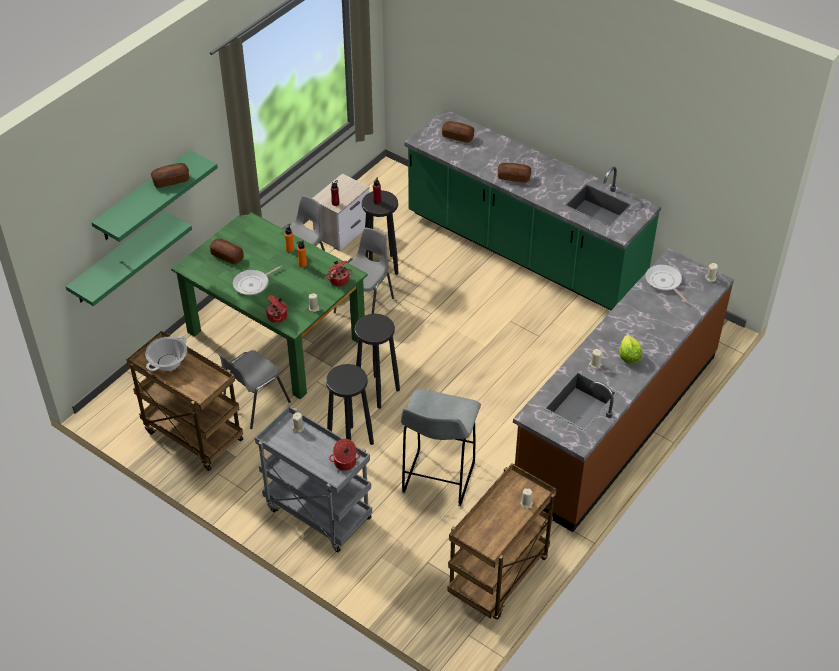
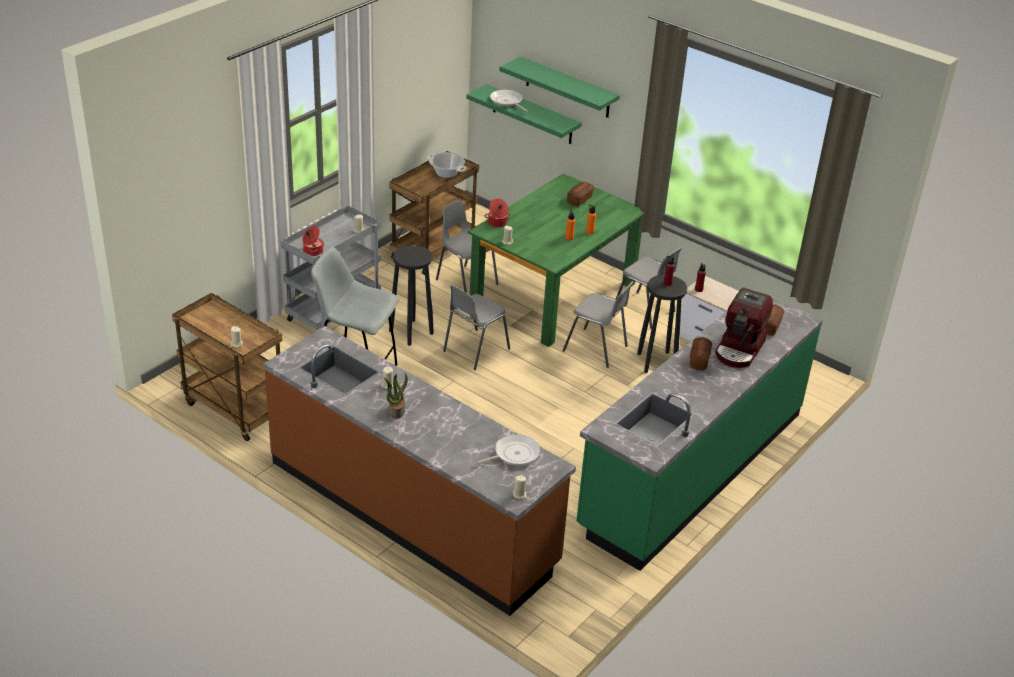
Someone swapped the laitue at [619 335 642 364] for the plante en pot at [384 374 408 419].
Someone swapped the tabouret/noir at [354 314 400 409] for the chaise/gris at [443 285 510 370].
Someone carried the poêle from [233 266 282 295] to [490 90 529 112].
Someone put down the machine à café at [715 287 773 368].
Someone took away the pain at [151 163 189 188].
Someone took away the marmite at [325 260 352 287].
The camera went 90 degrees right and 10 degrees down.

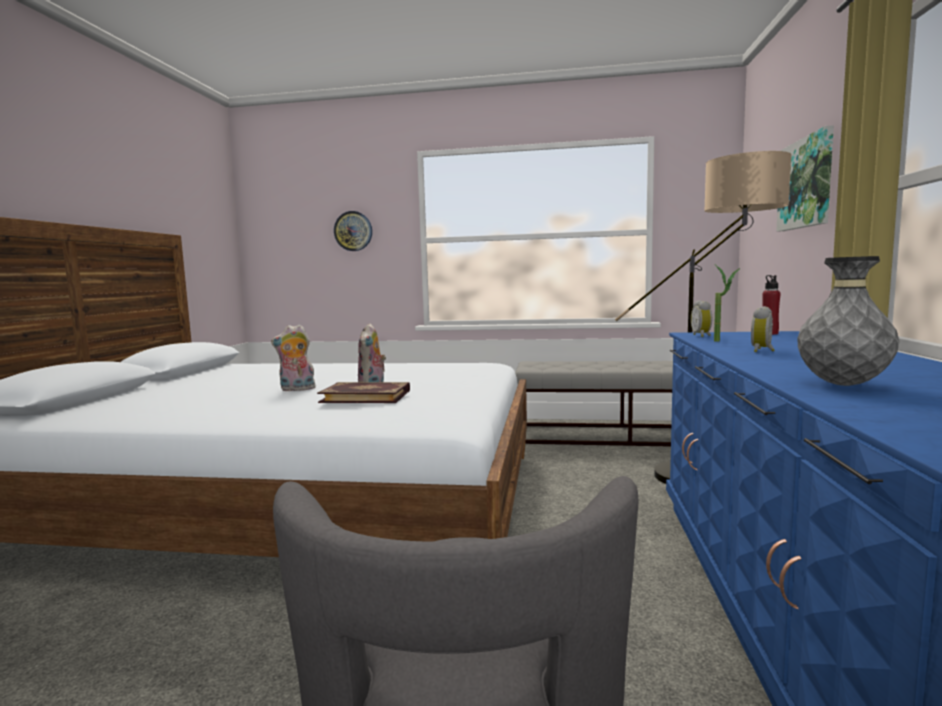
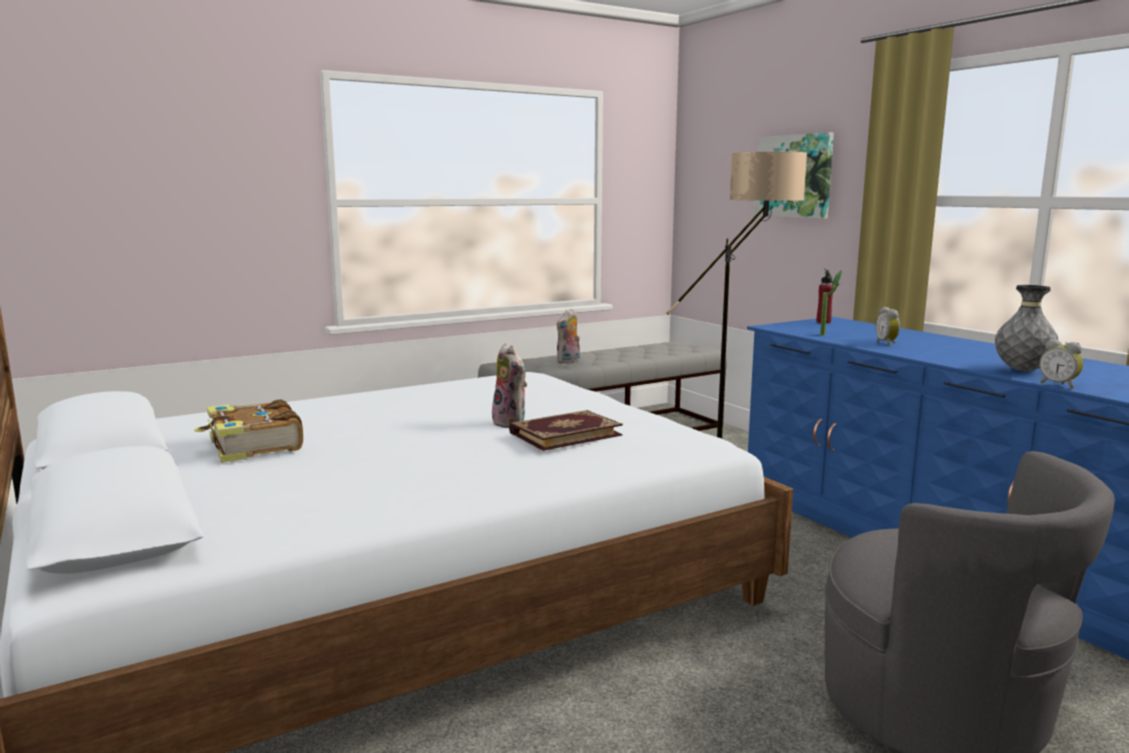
Someone put down the livre at [194 399 303 463].
Someone carried the peluche from [271 324 316 391] to [557 309 580 364].
Someone carried the réveil from [691 300 712 337] to [1039 339 1083 389].
Someone took away the horloge murale at [334 211 372 251].
The camera went 40 degrees left and 5 degrees up.

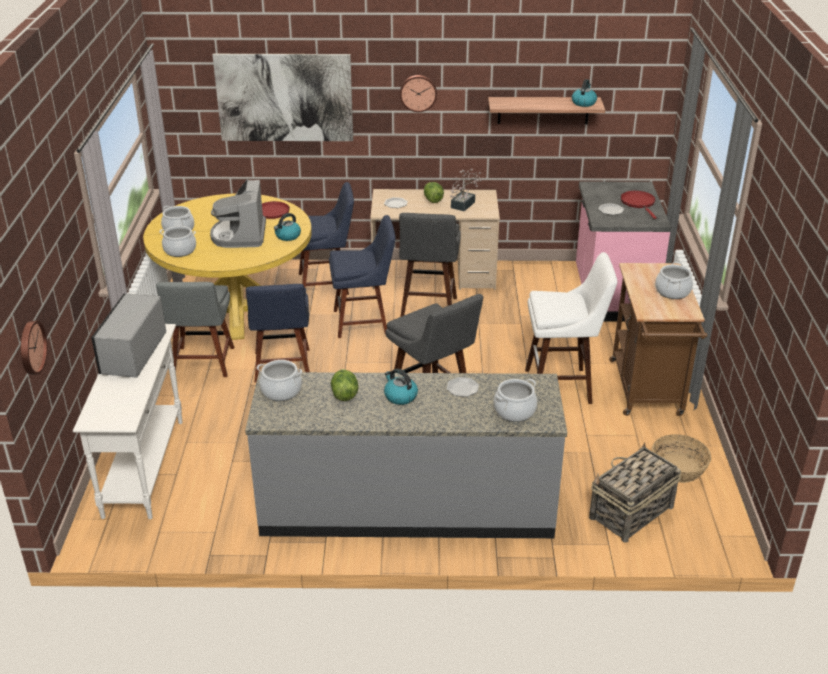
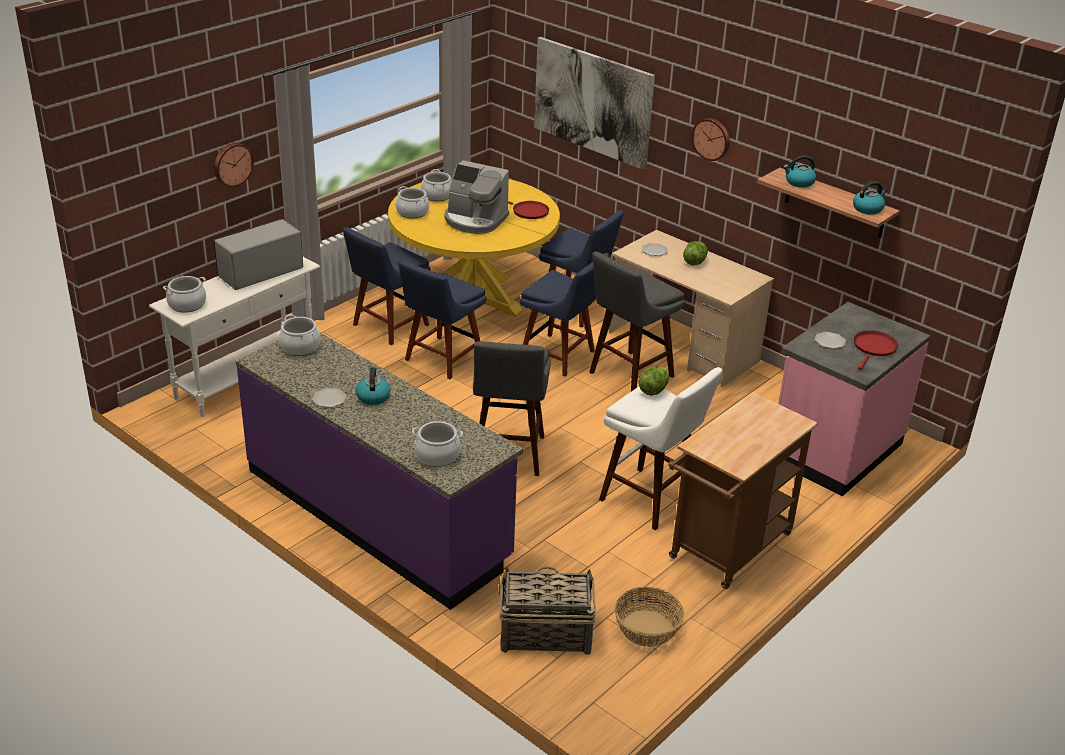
Someone carried the marmite from [655 262 693 299] to [163 276 206 313].
Someone carried the horloge murale from [21 321 48 375] to [214 143 254 187].
Someone repainted the comptoir de cuisine/gris at [245 372 567 538], which became the comptoir de cuisine/violet at [236 333 523 610].
Someone carried the assiette from [446 377 479 397] to [312 388 347 408].
Someone repainted the chaise/gris at [156 282 234 377], which became the chaise/bleu at [343 227 431 345].
Someone rotated the machine à café at [210 179 266 248] by 105 degrees counterclockwise.
Someone carried the laitue from [331 369 359 401] to [638 366 669 396].
Someone carried the bouilloire from [274 213 301 241] to [783 155 816 188].
Someone took away the plante en pot at [450 169 481 211].
The camera went 40 degrees right and 0 degrees up.

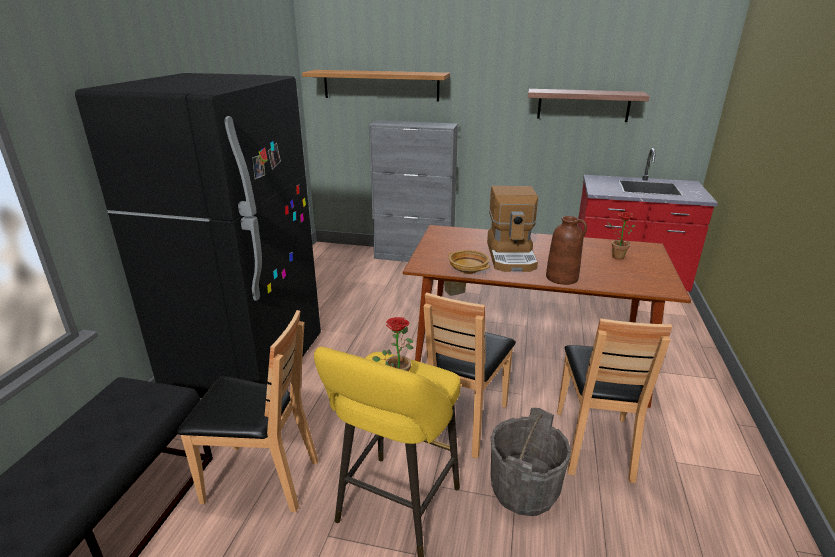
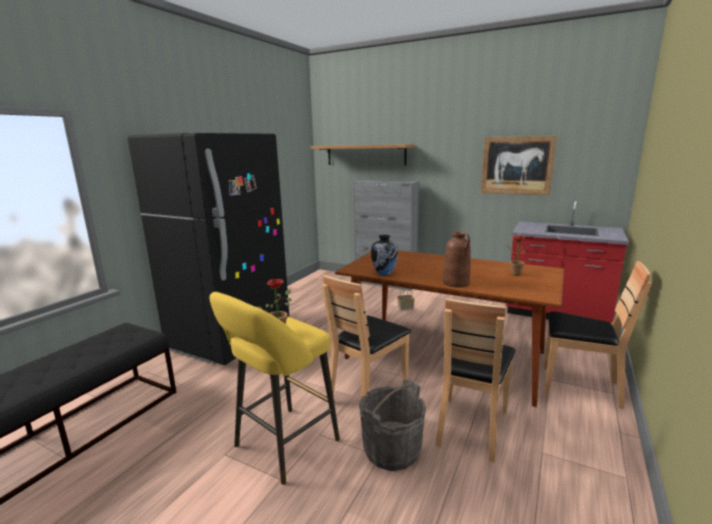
Someone swapped the bol/beige at [449 250 490 274] for the vase at [371 235 398 276].
Someone swapped the étagère at [528 89 650 122] for the tableau at [481 136 557 196].
Someone carried the chaise/marron from [177 310 318 512] to [543 261 652 409].
Someone took away the machine à café at [487 186 538 272].
The camera went 15 degrees right and 10 degrees down.

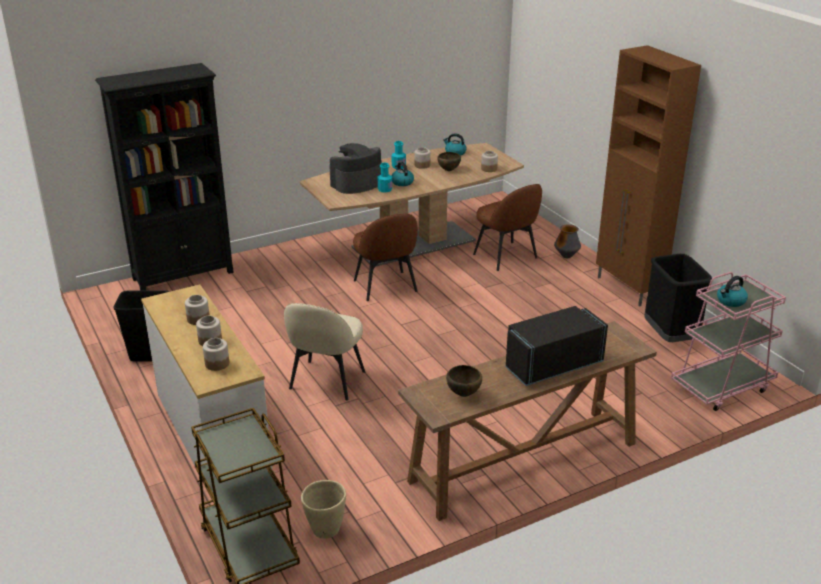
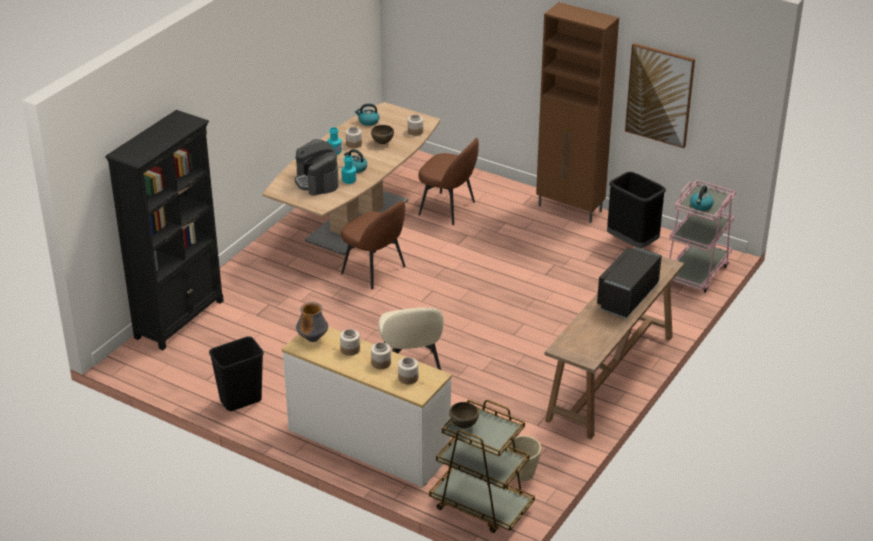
Someone rotated the machine à café at [329 143 382 194] by 45 degrees counterclockwise.
Someone carried the vase from [554 224 581 258] to [296 302 328 342].
Someone carried the bol/marron from [446 365 482 397] to [449 402 479 429].
Someone put up the tableau at [625 43 695 148].
The camera went 30 degrees left and 5 degrees up.

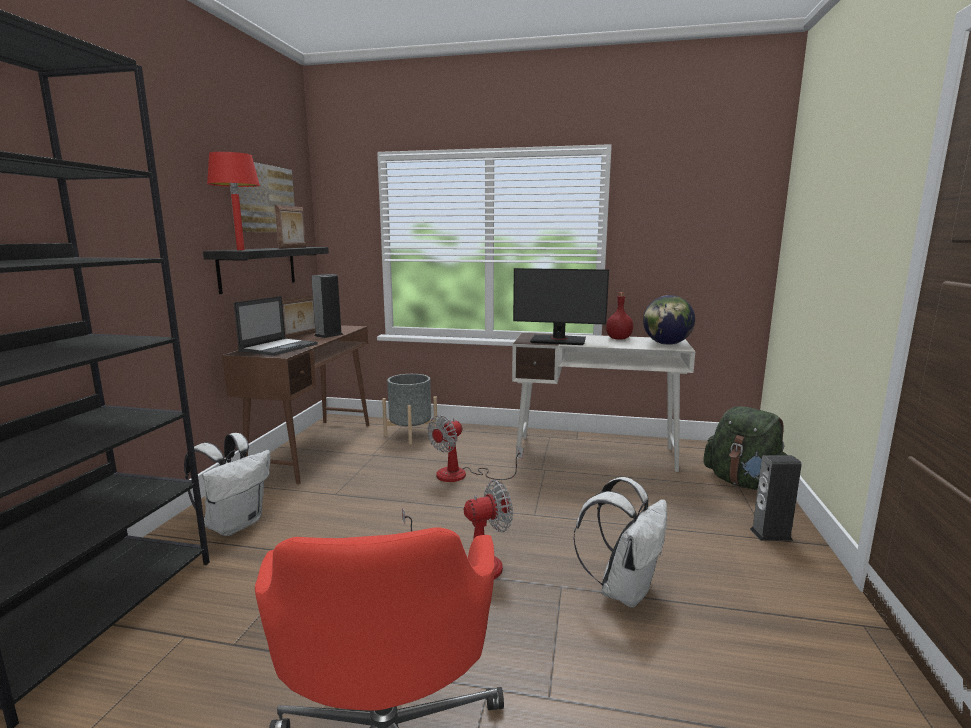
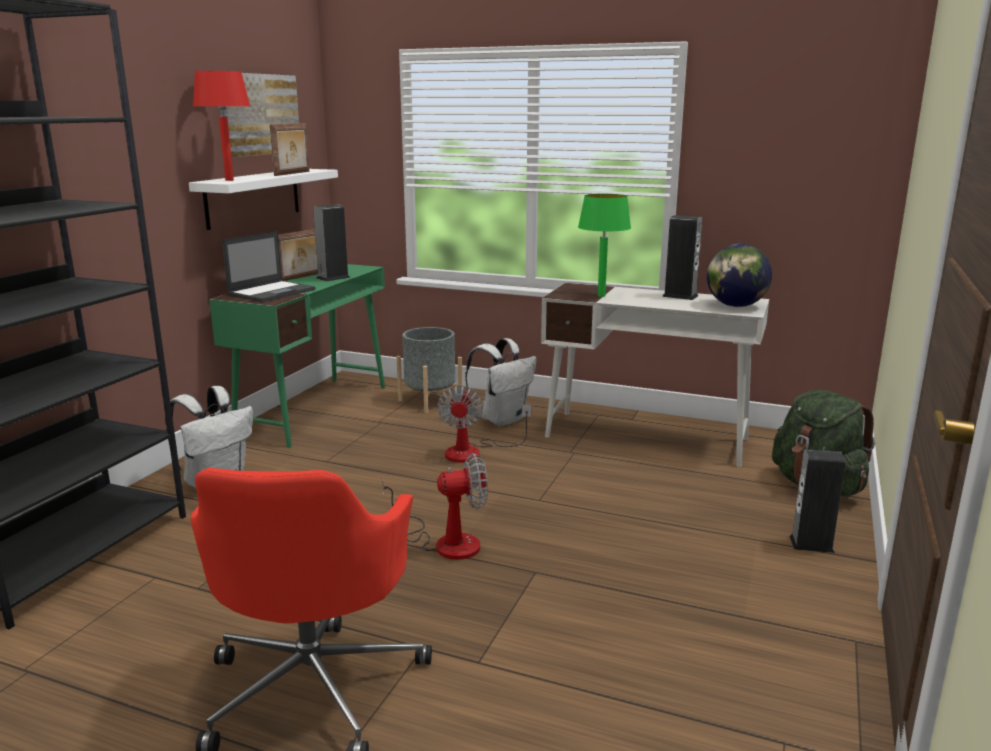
Someone repainted the étagère/noir at [203 247 329 294], which became the étagère/blanc at [189 169 338 230].
Someone repainted the bureau/marron at [222 325 369 484], which became the bureau/vert at [209 264 385 448].
Someone rotated the ventilateur at [427 415 523 482] by 45 degrees counterclockwise.
Someone carried the sac à dos/blanc from [573 477 667 608] to [465 338 537 427].
Someone swapped the écran d'ordinateur at [513 268 609 345] for the lampe de table/vert at [578 194 631 297].
Someone swapped the bouteille/rouge at [606 292 633 340] for the enceinte at [662 215 703 300].
The camera went 10 degrees right and 5 degrees up.

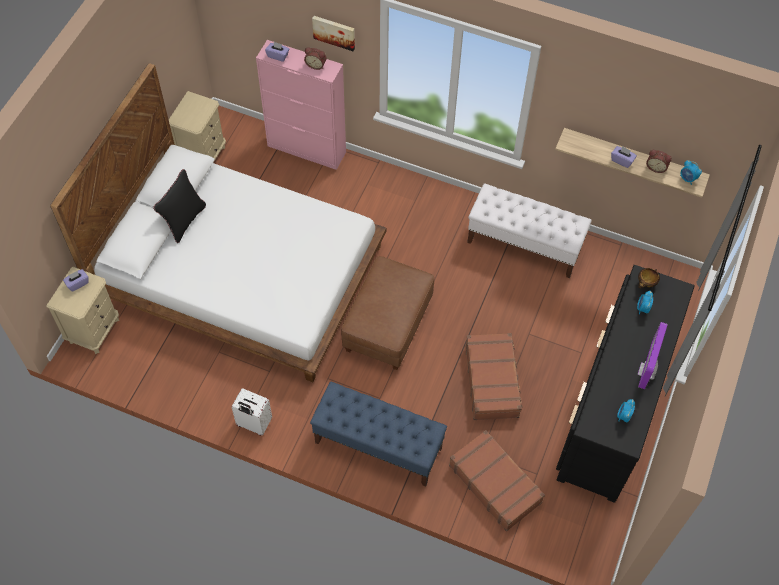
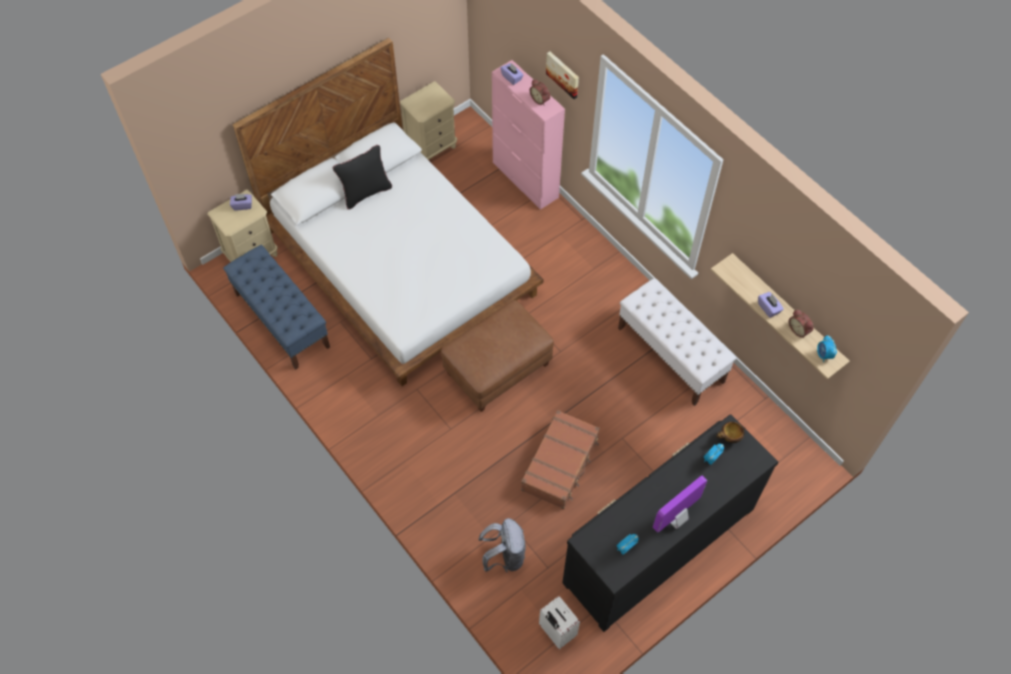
Someone carried the banc/bleu from [310 381 447 487] to [223 245 330 370].
Someone swapped the valise/marron at [449 430 545 532] for the sac à dos/gris at [479 518 526 573].
Someone carried the valise/blanc from [232 388 272 435] to [539 596 580 649].
The camera went 30 degrees right and 0 degrees up.

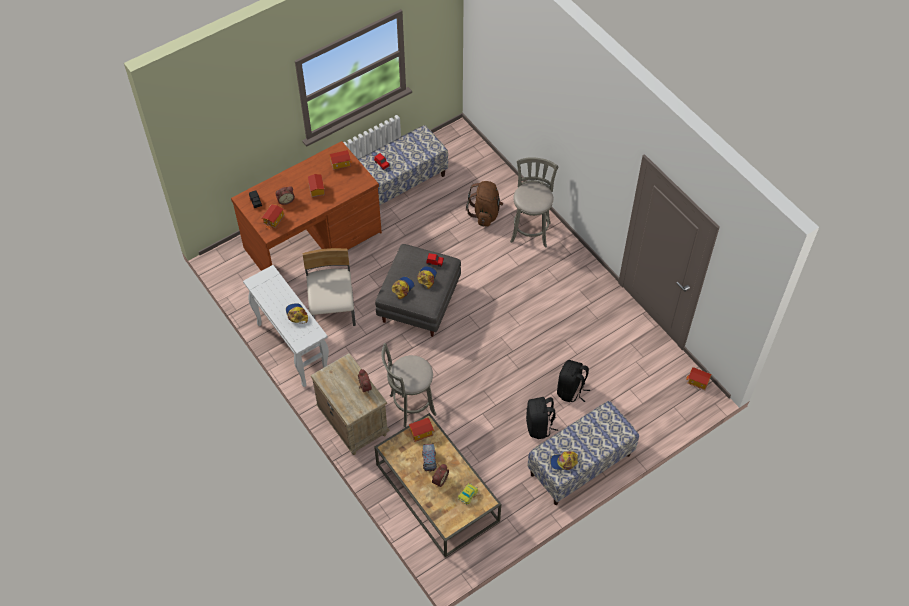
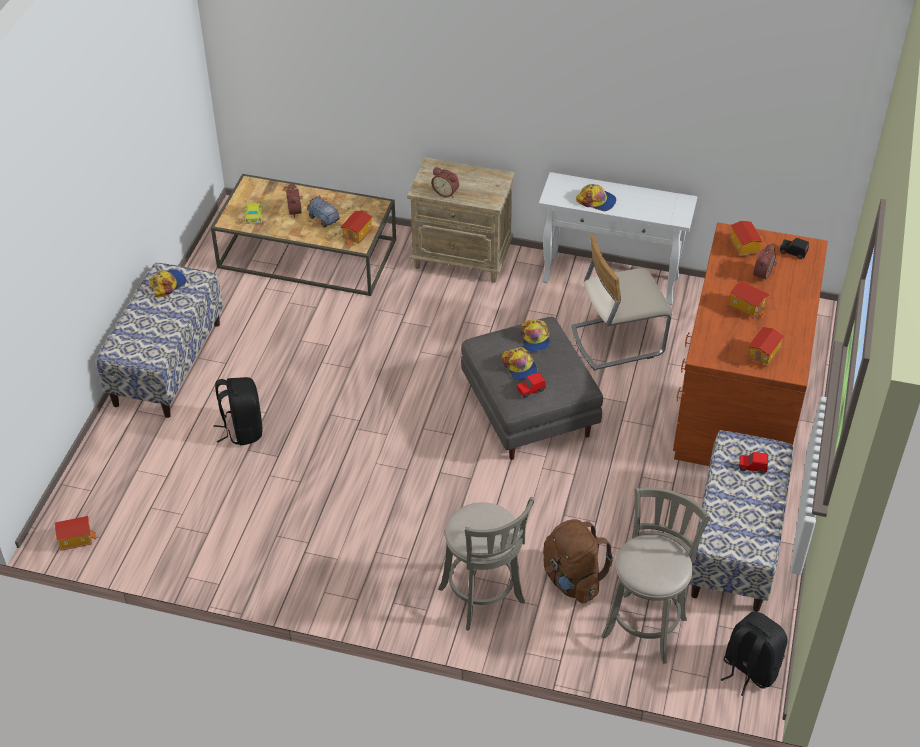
Someone rotated the chaise/beige at [303 248 356 326] by 120 degrees clockwise.
Someone carried the tabouret/gris from [381 343 437 427] to [601 487 710 664].
Someone carried the sac à dos/noir from [526 397 558 439] to [720 612 788 696].
The camera went 140 degrees right and 10 degrees down.

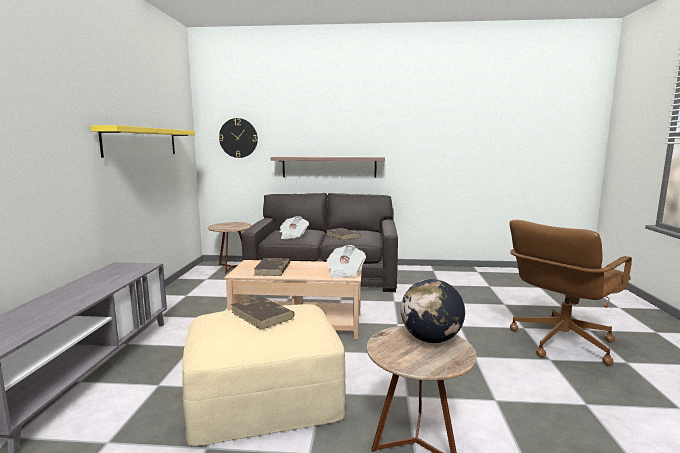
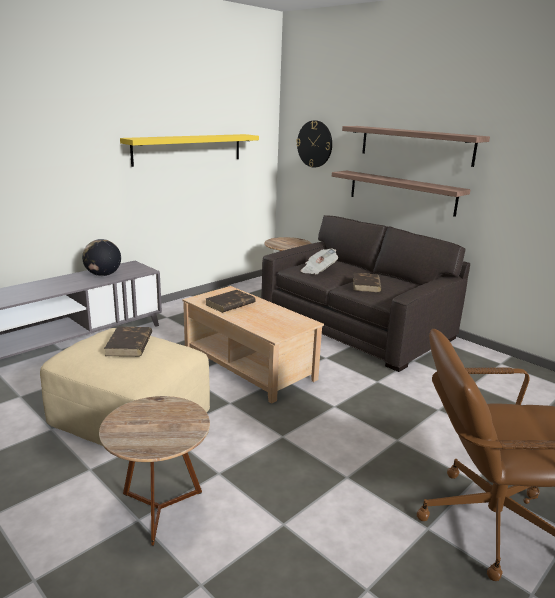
Someone carried the globe from [401 279 465 343] to [82 239 121 276].
Someone put up the étagère at [342 126 490 167].
Someone took away the journal at [327 245 366 278].
The camera went 40 degrees right and 10 degrees up.

